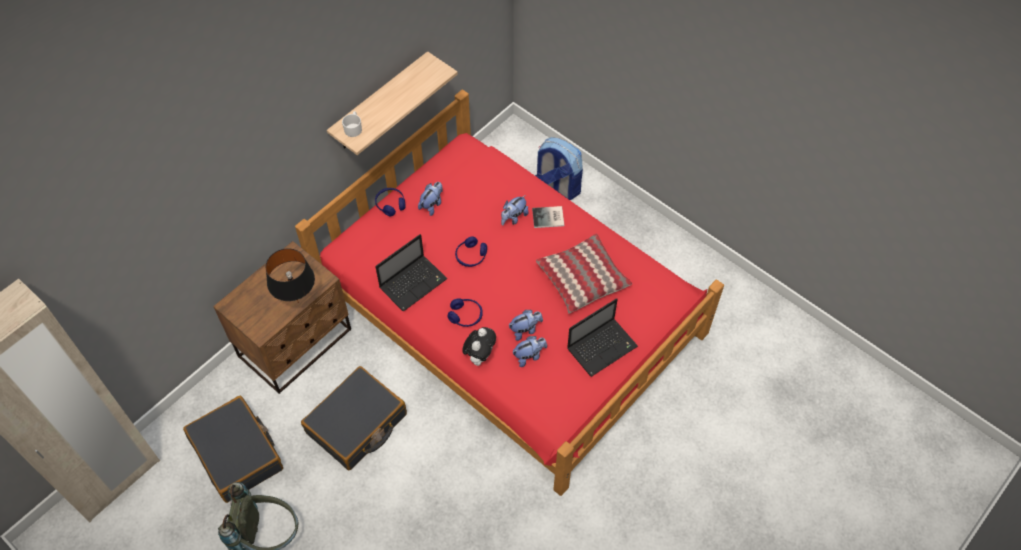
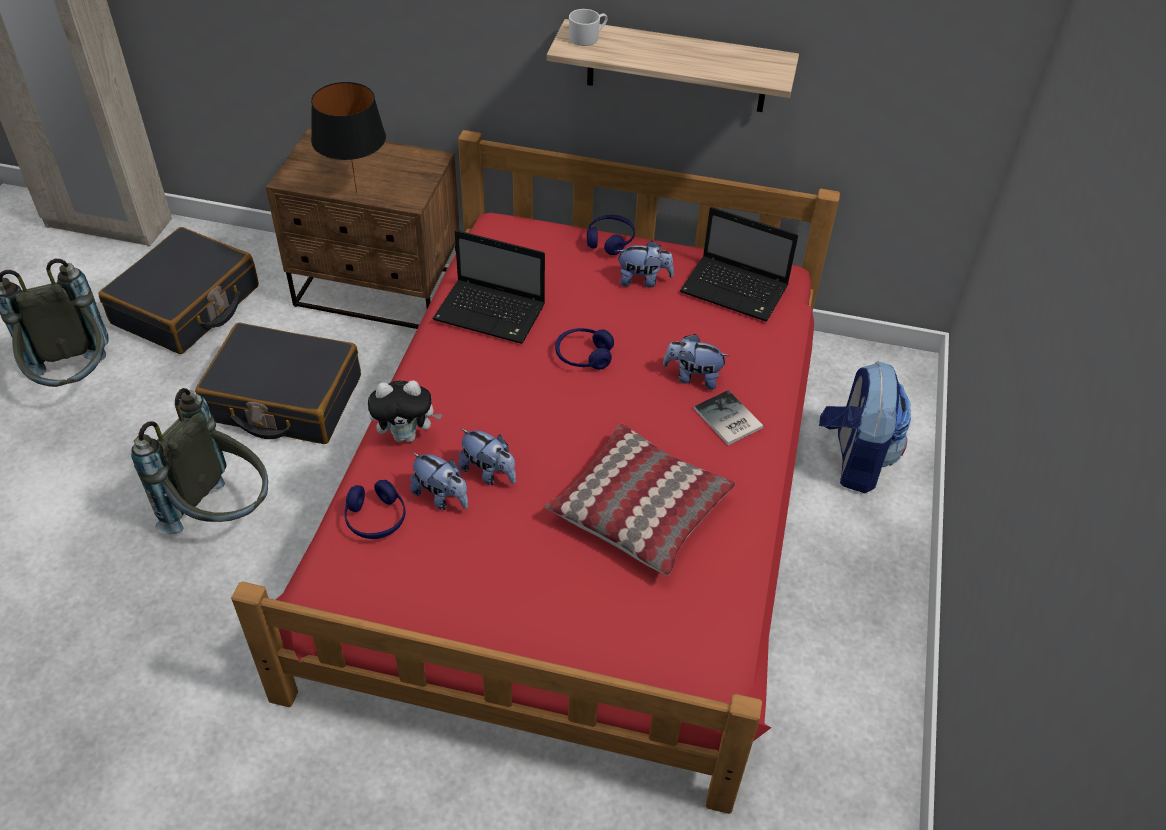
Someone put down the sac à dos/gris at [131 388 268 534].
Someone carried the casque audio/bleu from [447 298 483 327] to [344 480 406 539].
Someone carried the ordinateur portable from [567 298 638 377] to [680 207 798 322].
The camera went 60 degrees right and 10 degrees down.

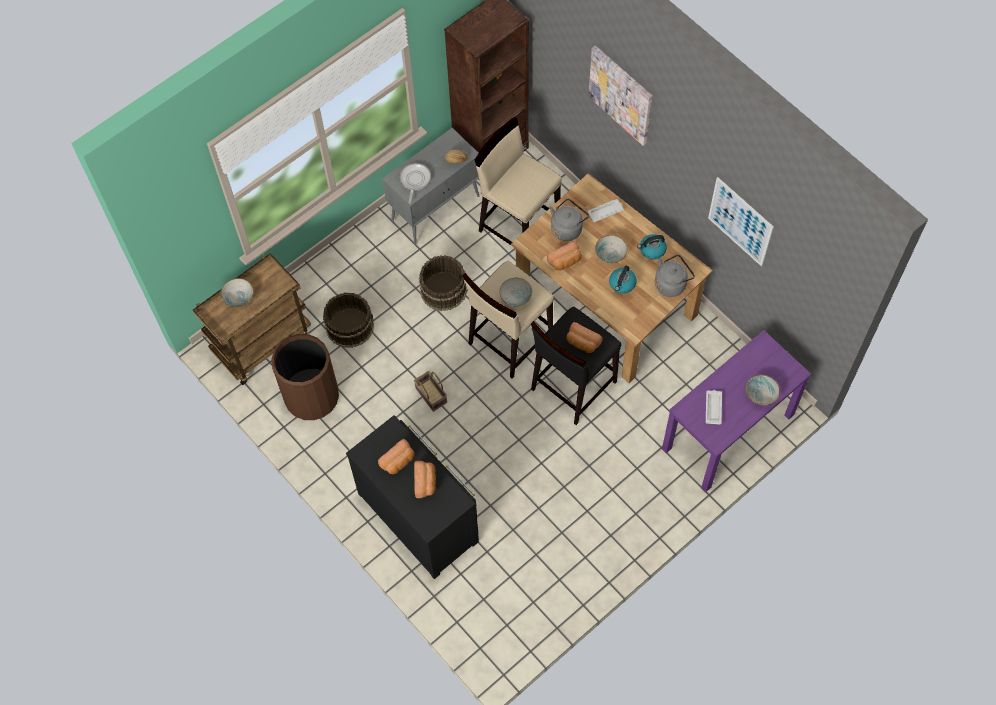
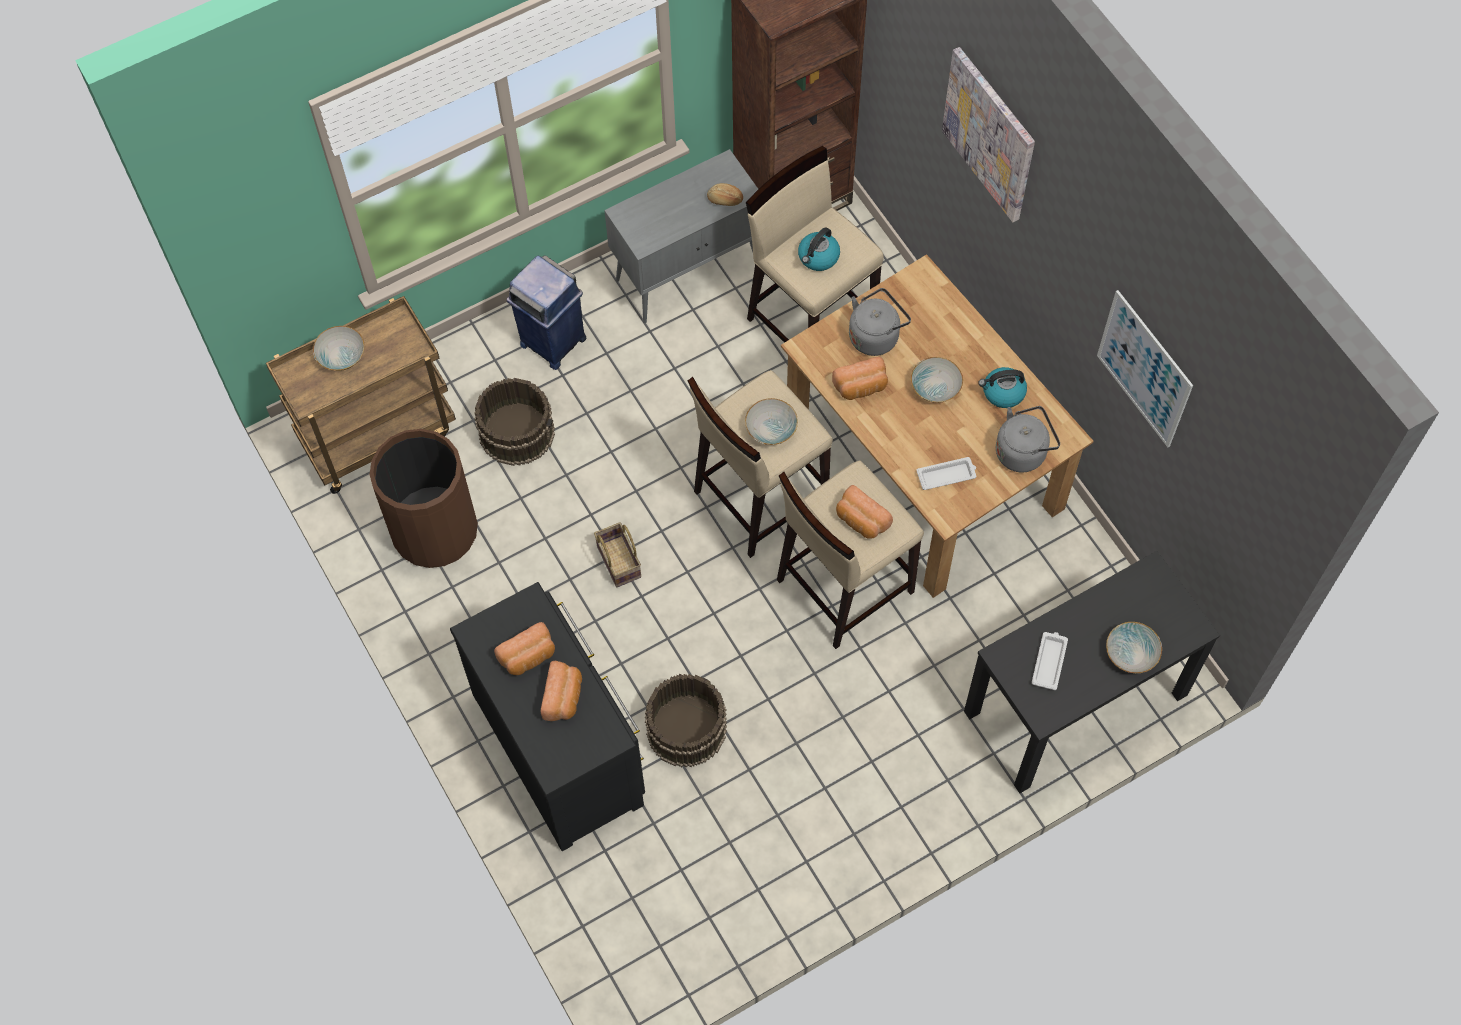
Someone put down the poubelle/bleu at [507 255 587 370].
Someone carried the seau/marron from [419 255 467 311] to [645 674 727 767].
Someone repainted the tabouret/noir at [531 307 622 425], which became the tabouret/beige at [777 460 924 649].
Someone carried the bouilloire from [609 266 637 294] to [798 227 840 271].
Someone carried the plateau/blanc from [588 199 623 222] to [916 457 976 490].
Someone repainted the table console/violet at [662 330 811 492], which became the table console/noir at [964 551 1220 793].
Someone took away the poêle at [400 163 431 203].
The camera went 10 degrees right and 0 degrees up.

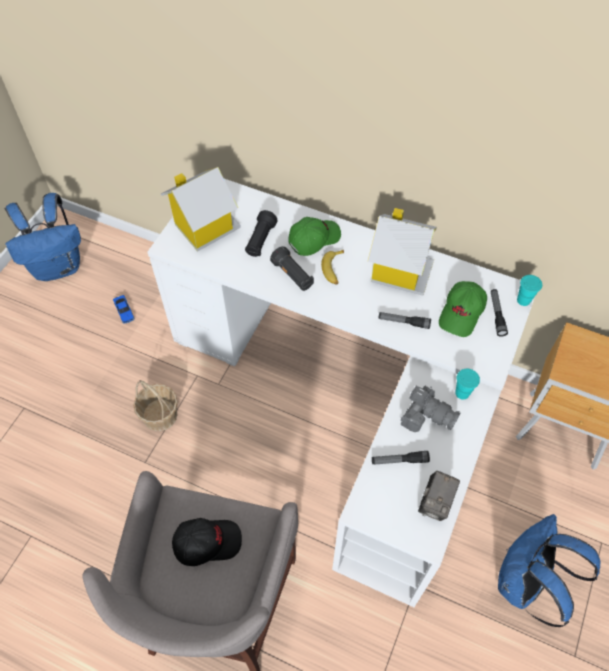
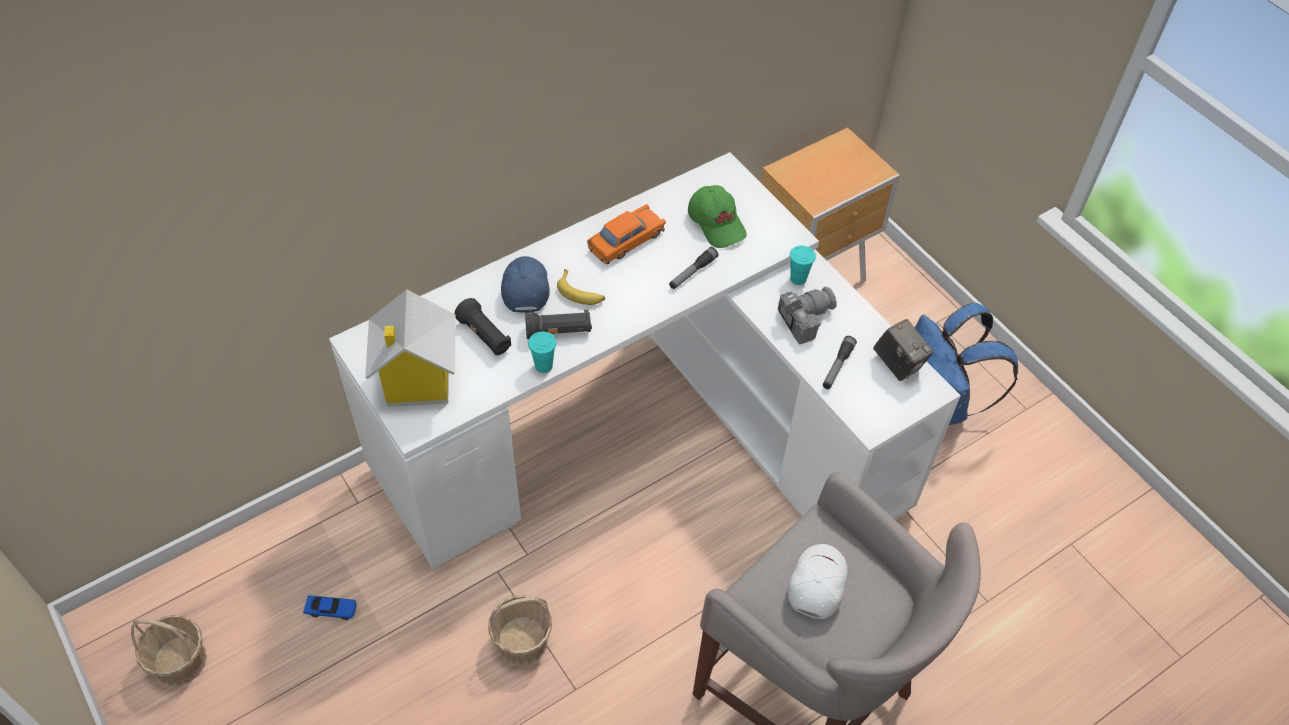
Someone swapped the sac à dos/bleu at [5 193 81 281] for the panier at [131 615 207 686].
Someone repainted the casquette/vert at [289 217 341 256], which became the casquette/bleu at [501 256 550 313].
Someone carried the tasse/turquoise from [517 275 542 306] to [528 332 556 373].
Someone swapped the maison miniature at [368 208 437 296] for the petite voiture/orange at [587 204 666 264].
Someone repainted the casquette/noir at [172 518 242 566], which became the casquette/blanc at [788 544 847 619].
Someone took away the lampe de poche at [491 289 508 337].
The camera went 60 degrees left and 5 degrees down.

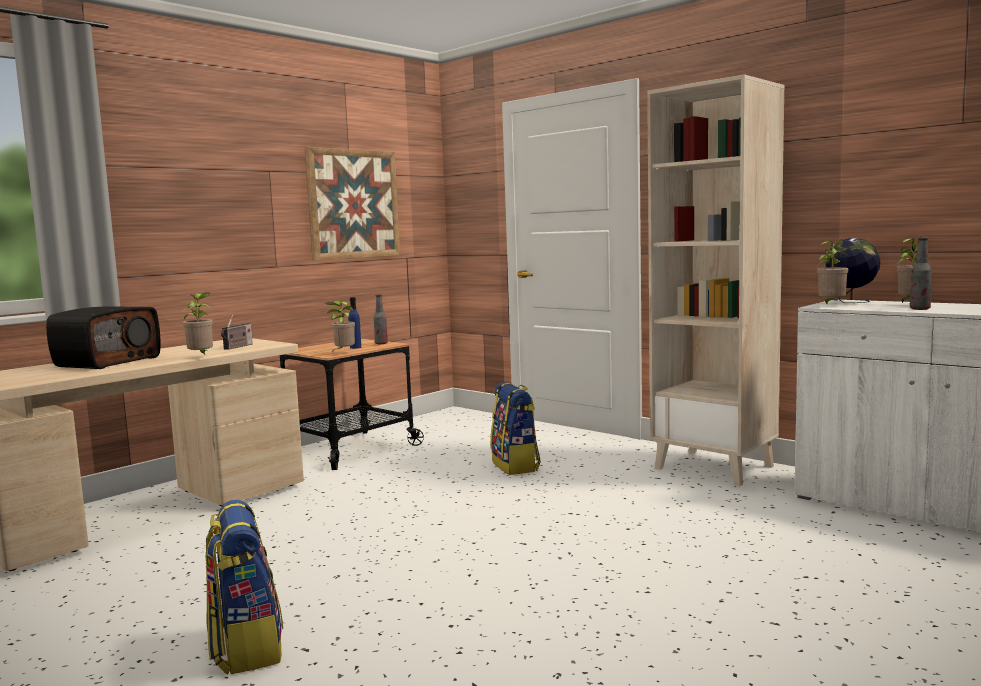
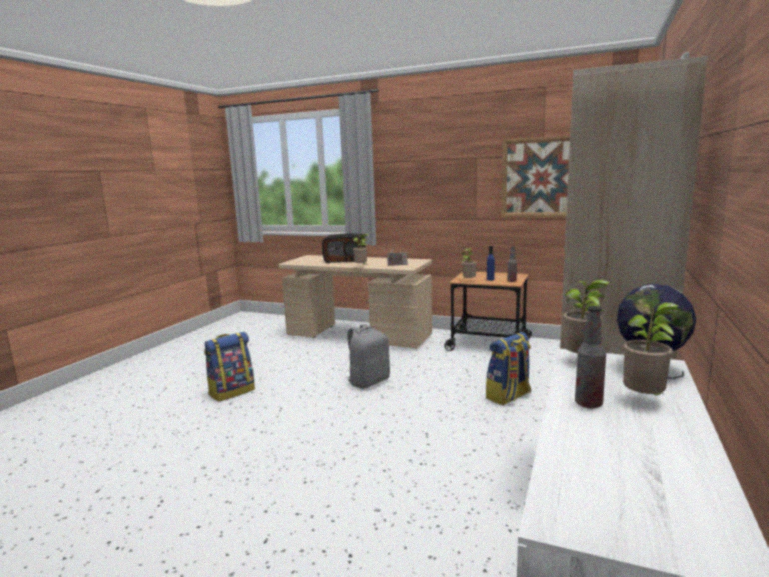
Someone put down the sac à dos/gris at [346 324 390 389].
The camera went 70 degrees right and 5 degrees up.

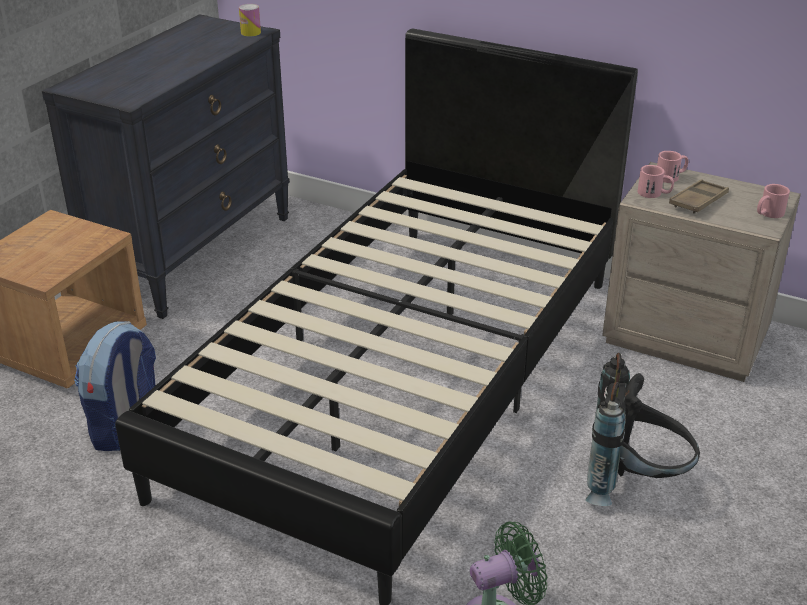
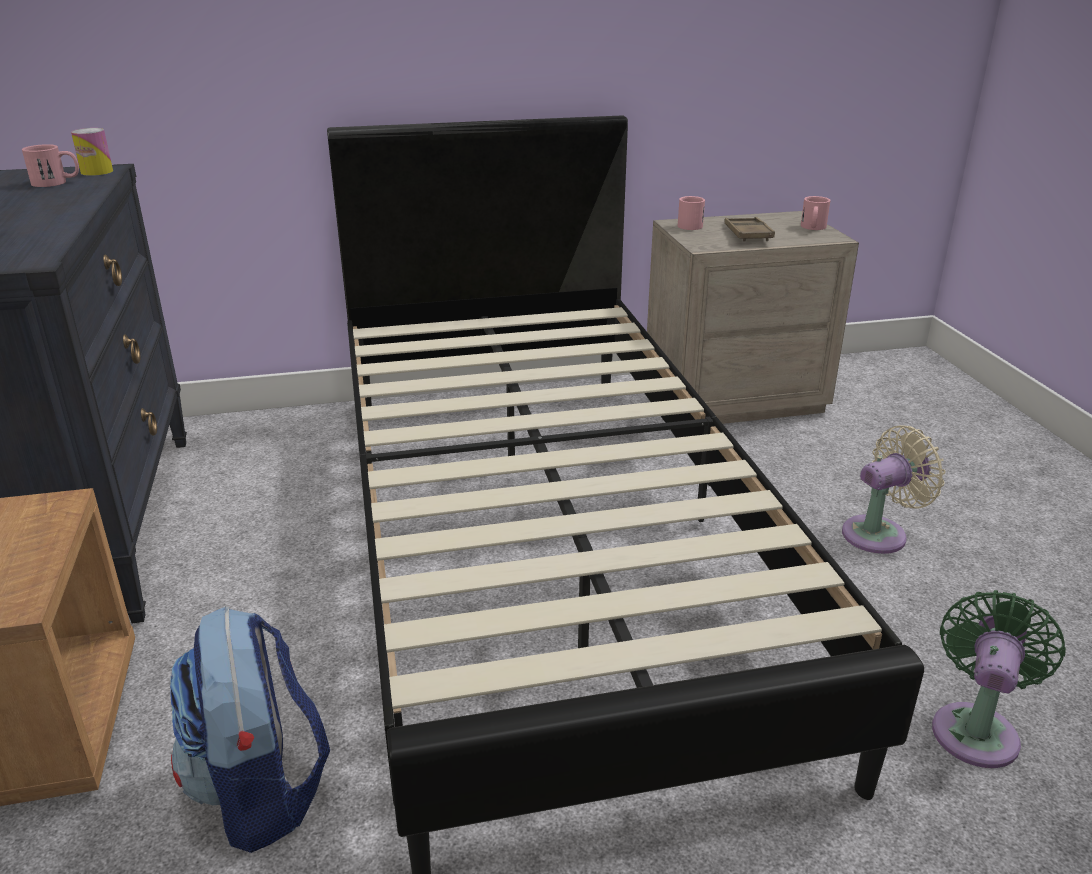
Someone carried the mug/rose from [638 165 674 198] to [22 144 79 187].
Someone swapped the sac à dos/noir at [585 353 700 506] for the ventilateur/beige at [842 425 946 554].
The camera went 40 degrees left and 5 degrees down.

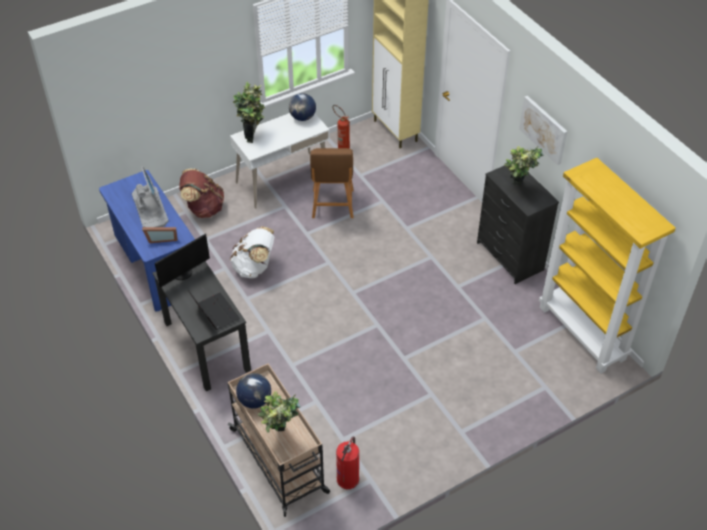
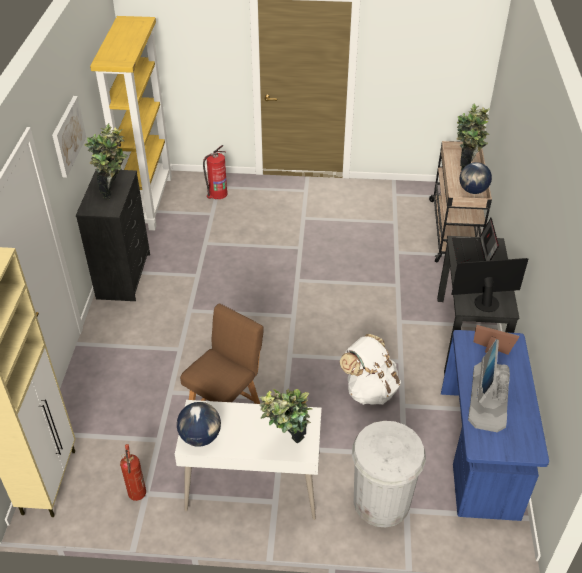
Someone carried the extincteur from [336 436 359 489] to [203 145 228 199].
Someone swapped the sac à dos/marron at [179 168 224 218] for the poubelle/blanc at [352 421 426 527].
The camera went 145 degrees left and 5 degrees down.

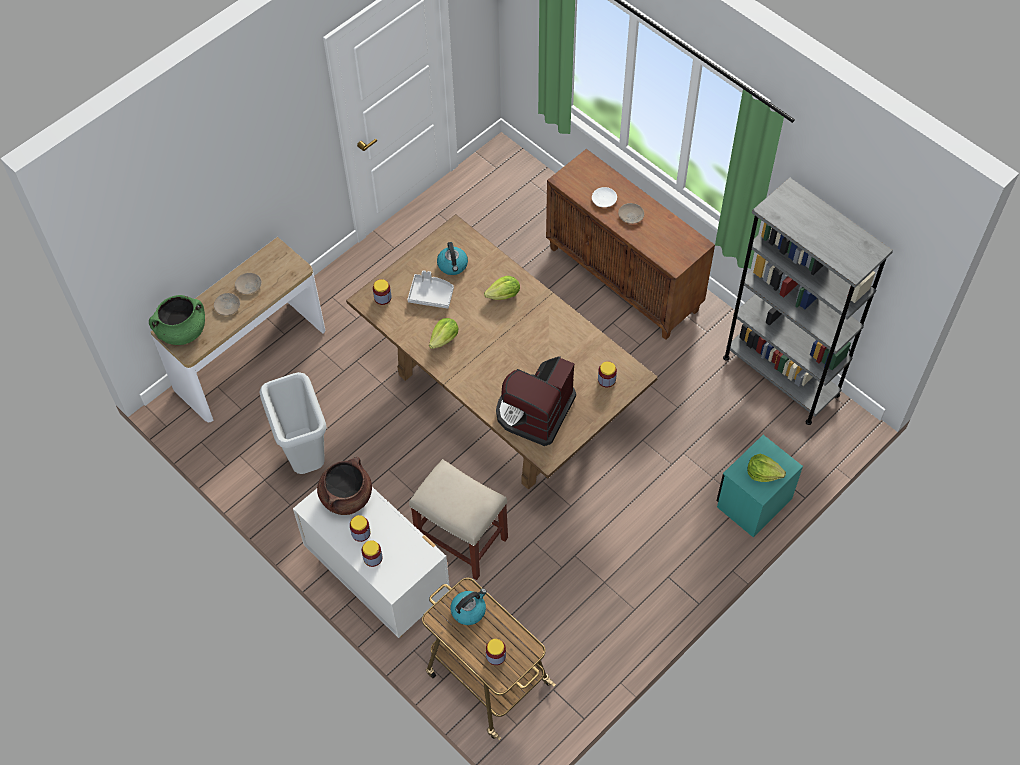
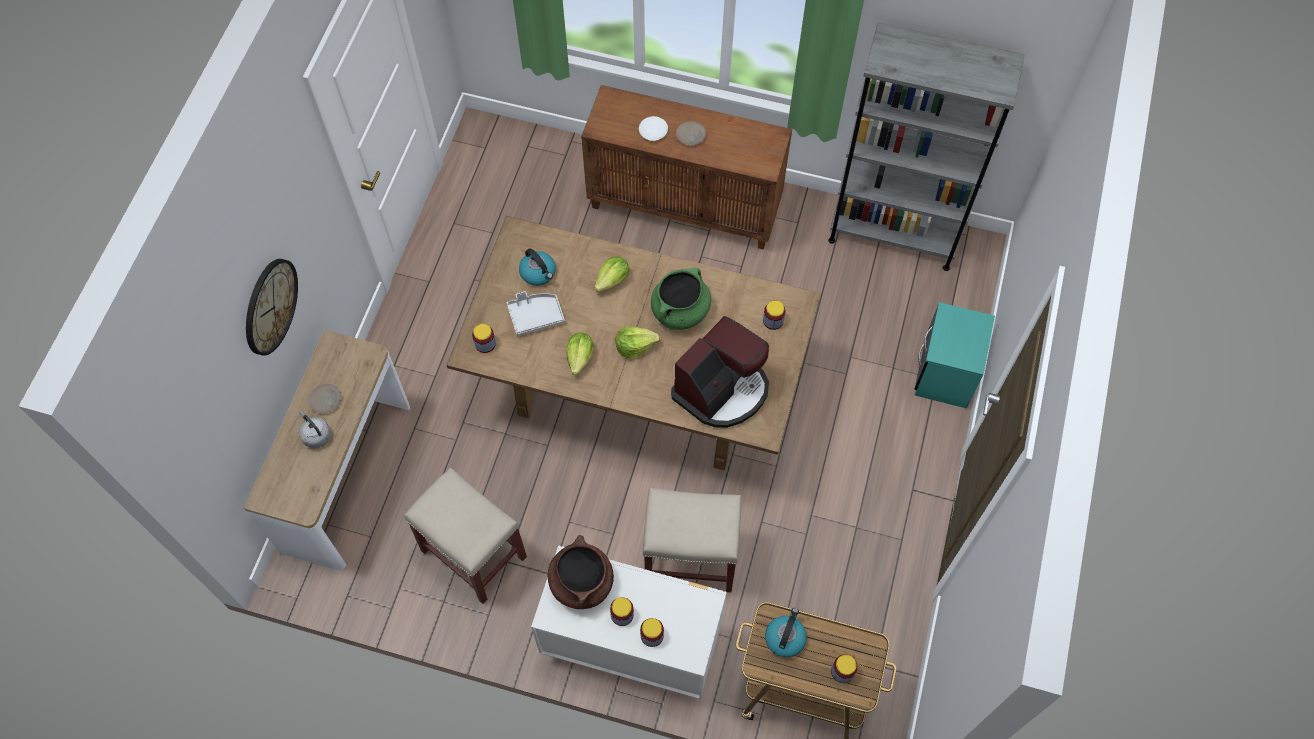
Someone put up the horloge murale at [246 259 298 356].
Someone swapped the assiette/beige at [214 293 240 316] for the bouilloire/gris at [299 411 331 448].
Someone swapped the poubelle/gris at [259 372 327 474] for the tabouret/beige at [404 467 527 604].
Someone carried the laitue from [747 454 786 482] to [616 327 660 358].
Someone carried the marmite/vert from [149 295 205 345] to [651 268 711 330].
Someone rotated the machine à café at [496 356 576 446] by 135 degrees counterclockwise.
The camera went 30 degrees left and 5 degrees up.

